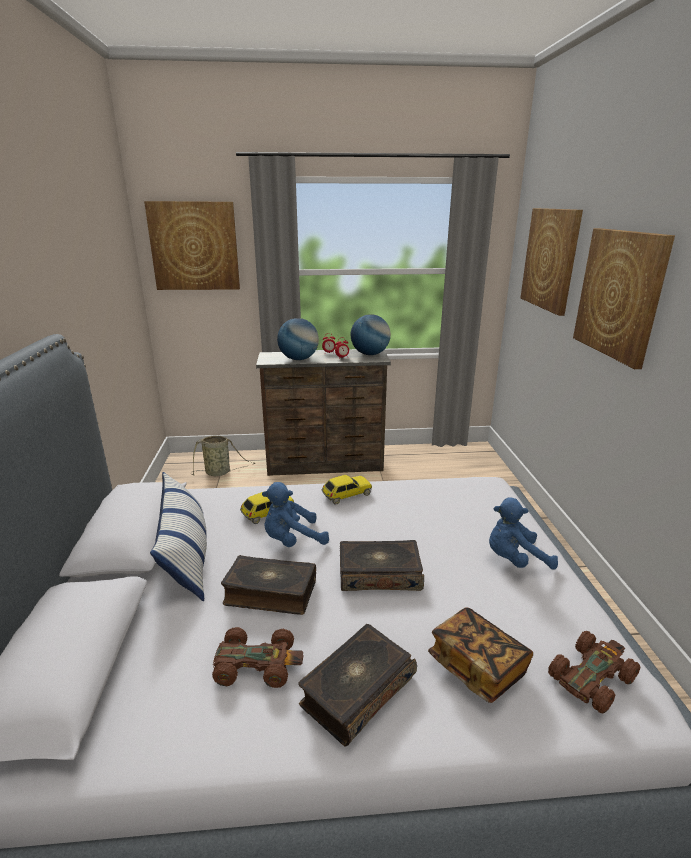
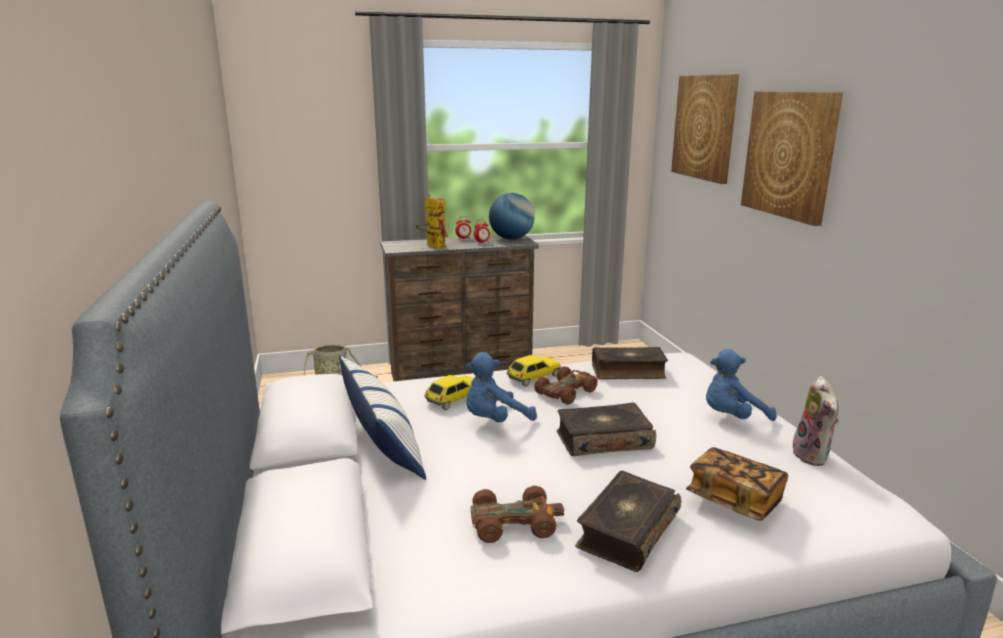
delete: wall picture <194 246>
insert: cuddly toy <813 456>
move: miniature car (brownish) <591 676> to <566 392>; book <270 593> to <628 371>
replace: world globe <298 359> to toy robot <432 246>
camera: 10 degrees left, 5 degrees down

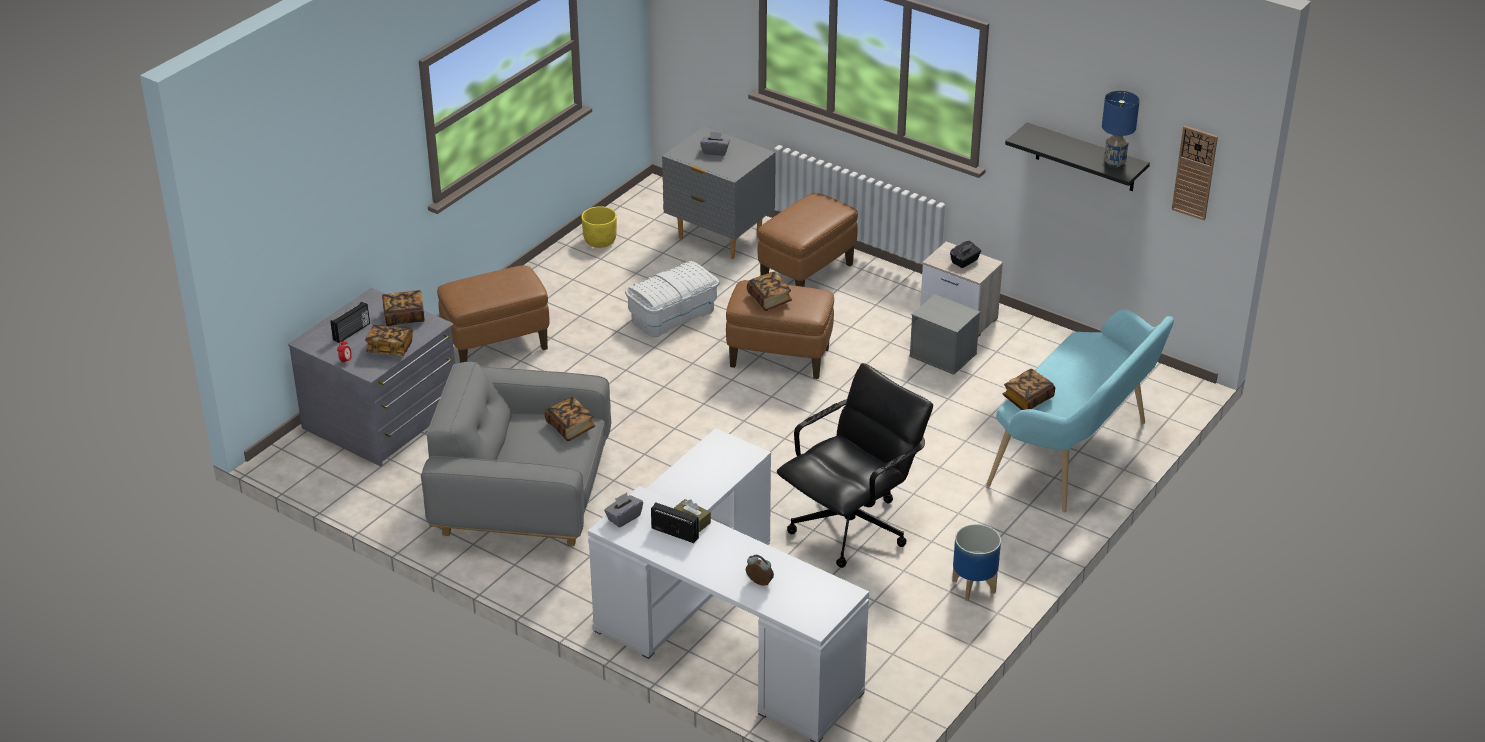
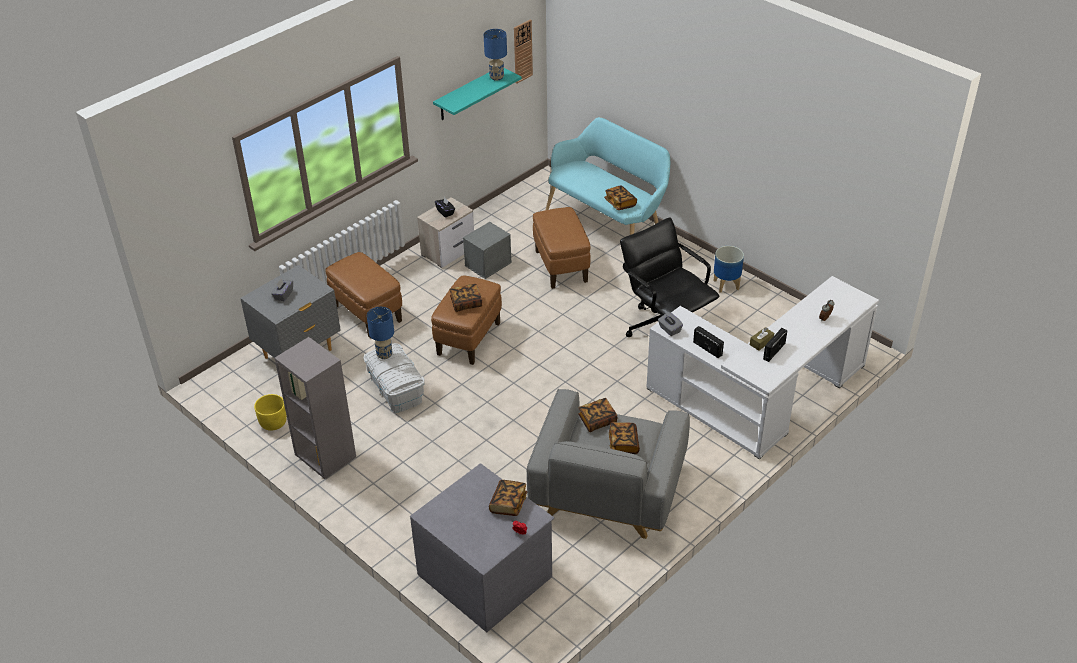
insert: shelving unit (grey) <324 456>; table lamp (blue) <384 355>
move: ottoman (brownish) <496 346> to <561 267>; book <404 316> to <623 444>; box of tissues (grey) <623 518> to <669 329>; radio receiver <352 332> to <708 348>
recolor: shelf (black) <1085 158> to shelf (turquoise-coloured) <467 94>
camera: 80 degrees left, 5 degrees up

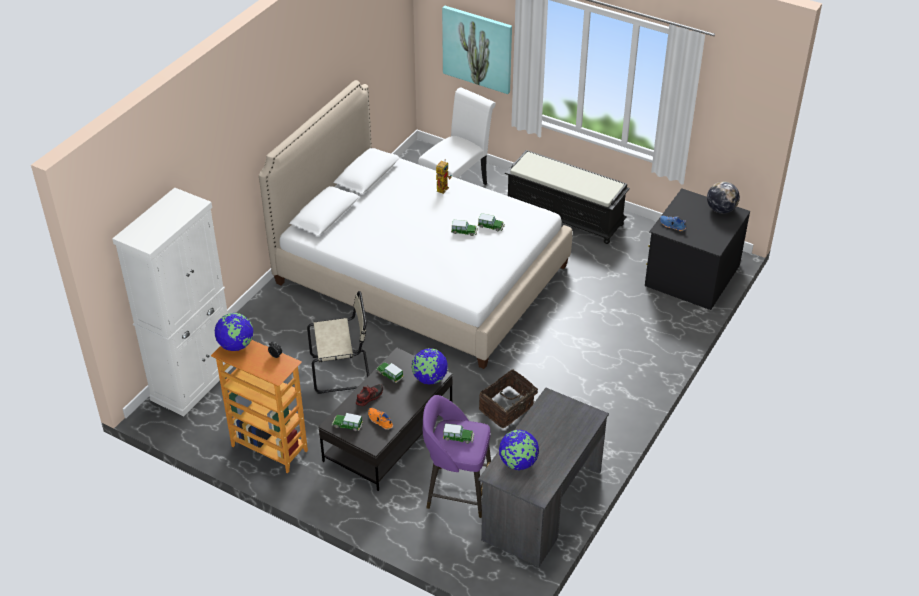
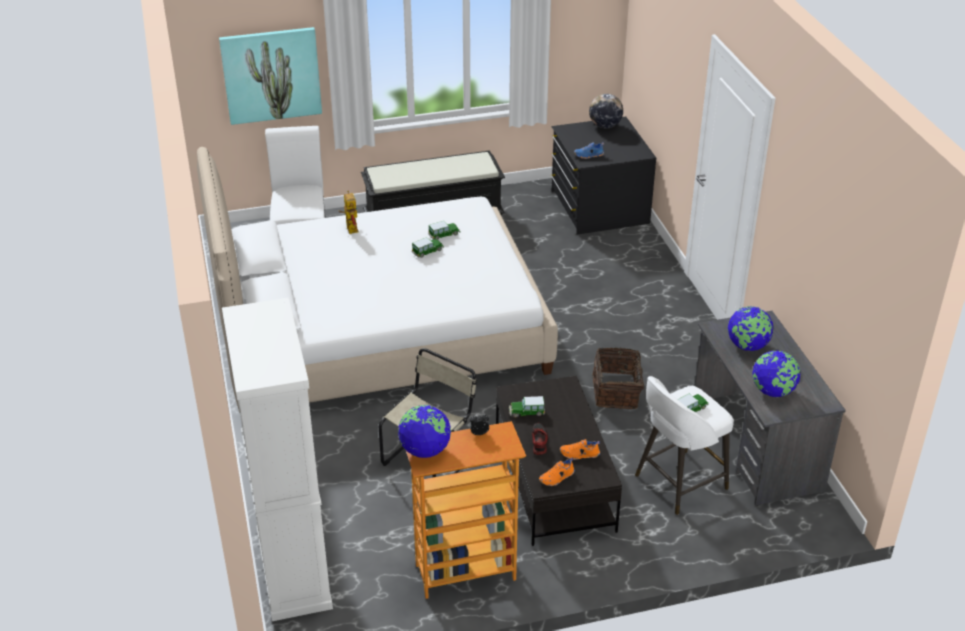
move: world globe <429 379> to <747 346>
replace: miniature car <347 425> to item of footwear (orangey) <557 478>
recolor: stool seat (purplish) <457 491> to stool seat (whitish) <678 483>
camera: 45 degrees left, 5 degrees down

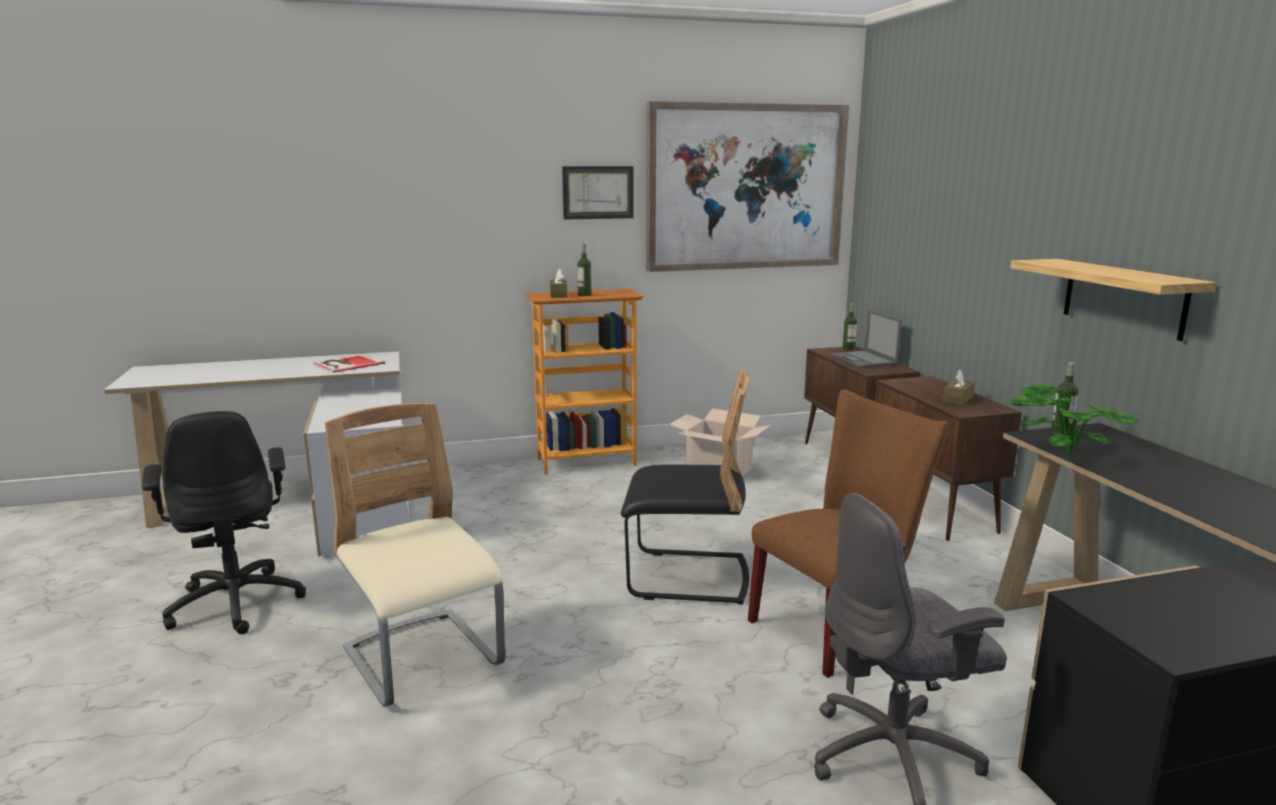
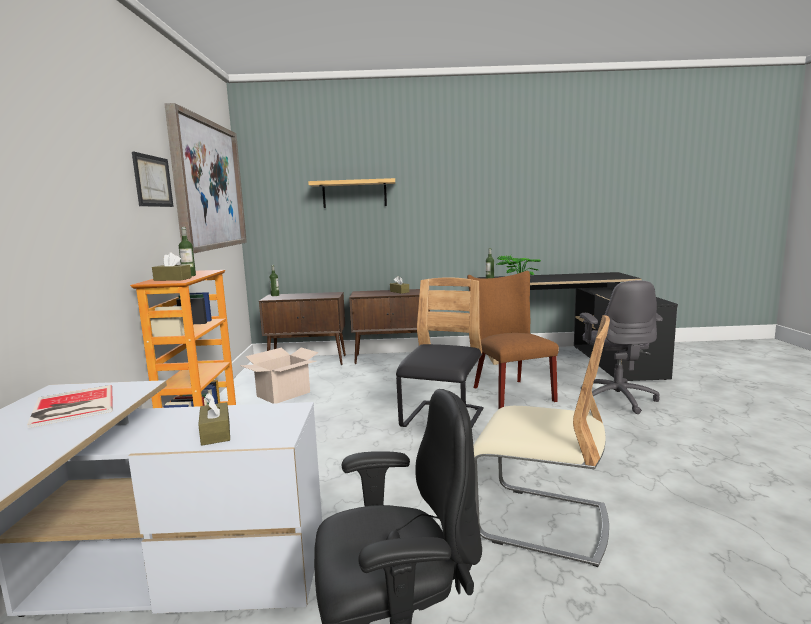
delete: notebook computer <864 360>
insert: box of tissues (brownish) <216 433>
move: shelf <1123 298> to <354 194>
rotate: chair (beige) <423 659> = <542 522> 135 degrees counterclockwise
camera: 75 degrees left, 5 degrees down

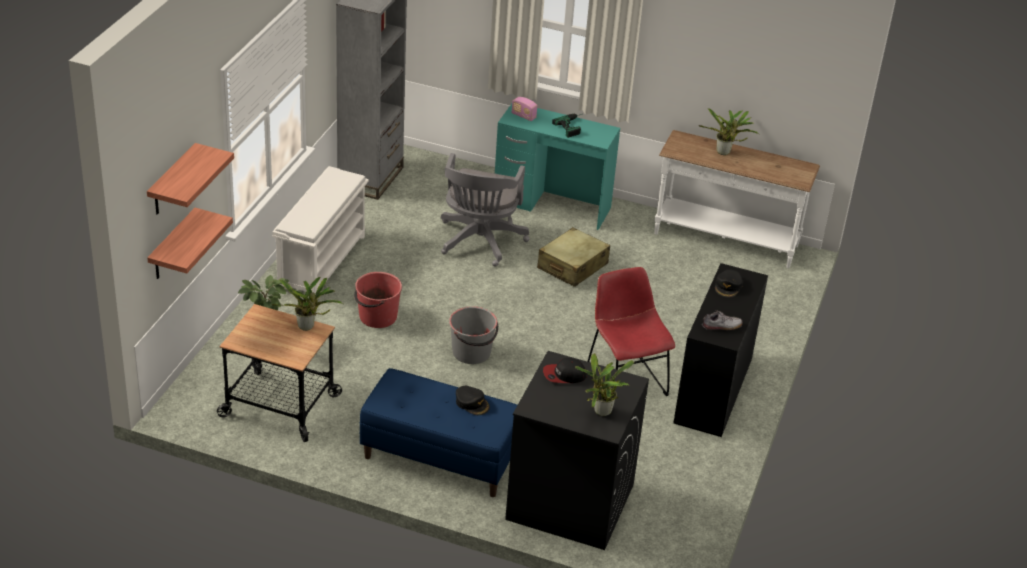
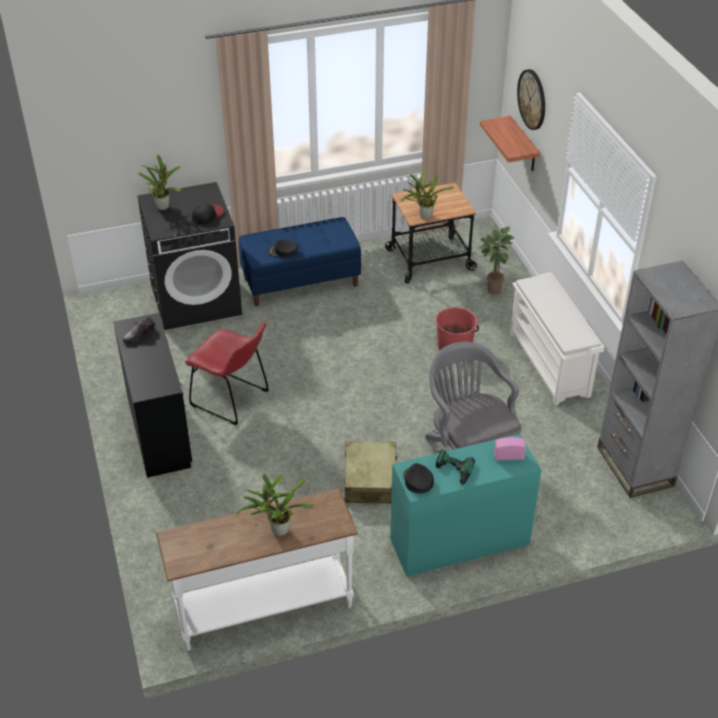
delete: pail (grey) <472 352>
move: peaked cap (black) <728 286> to <418 481>
replace: shelf <172 181> to clock on the wall <532 99>
camera: 145 degrees right, 5 degrees up

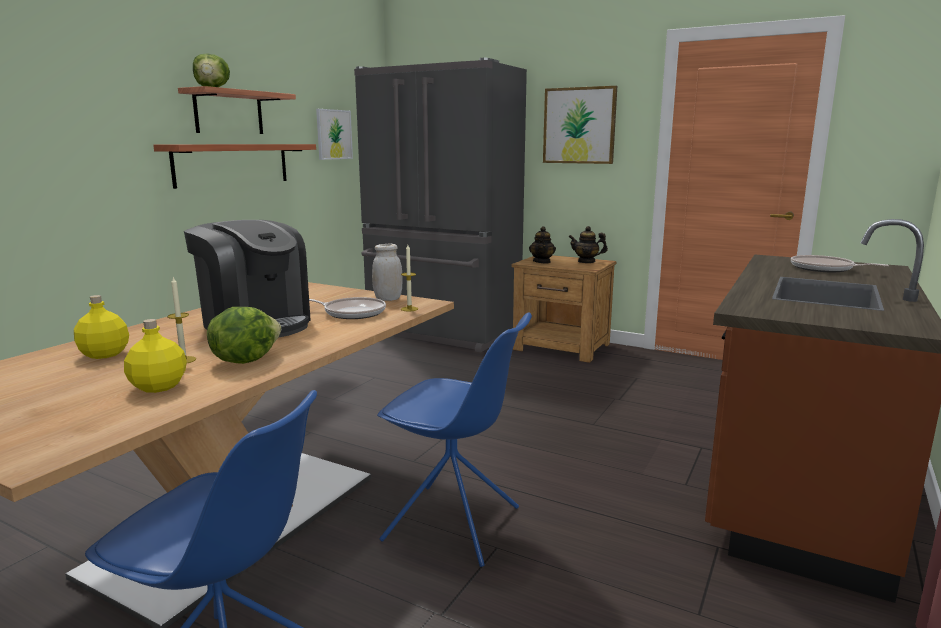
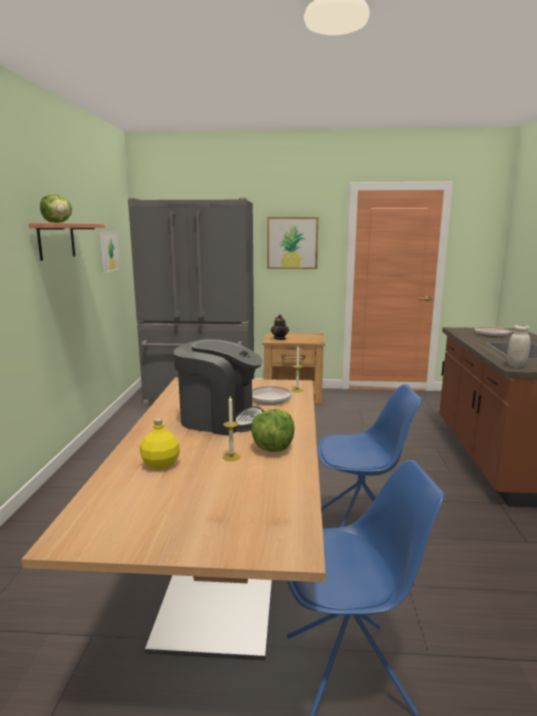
delete: drink bottle (yellow-coloured) <157 387>; shelf <232 164>; pot for tea <586 261>
move: jar (whitish) <388 299> to <516 365>
camera: 25 degrees left, 0 degrees up

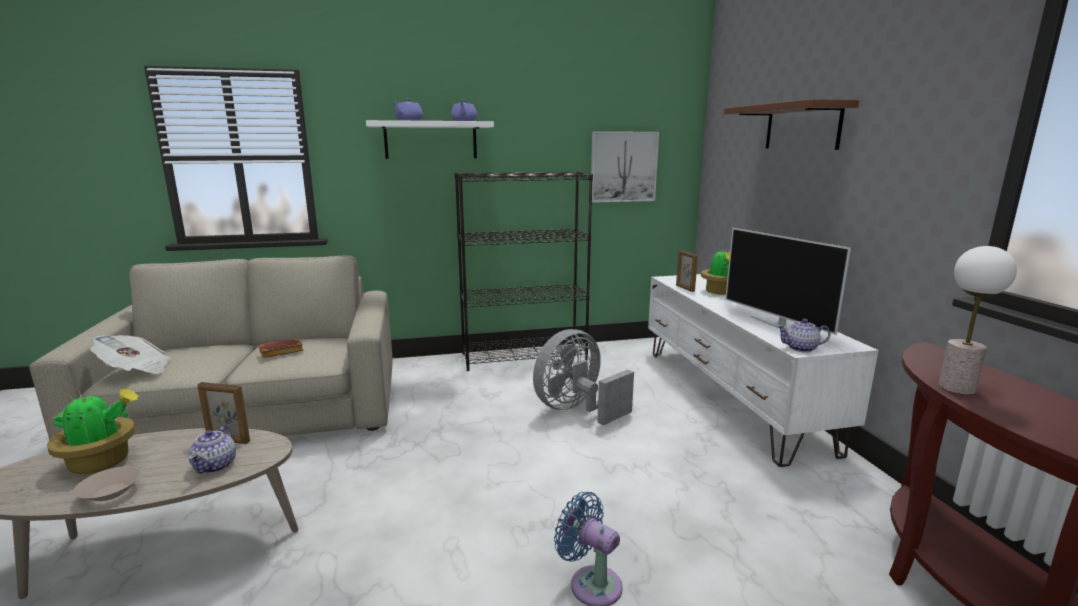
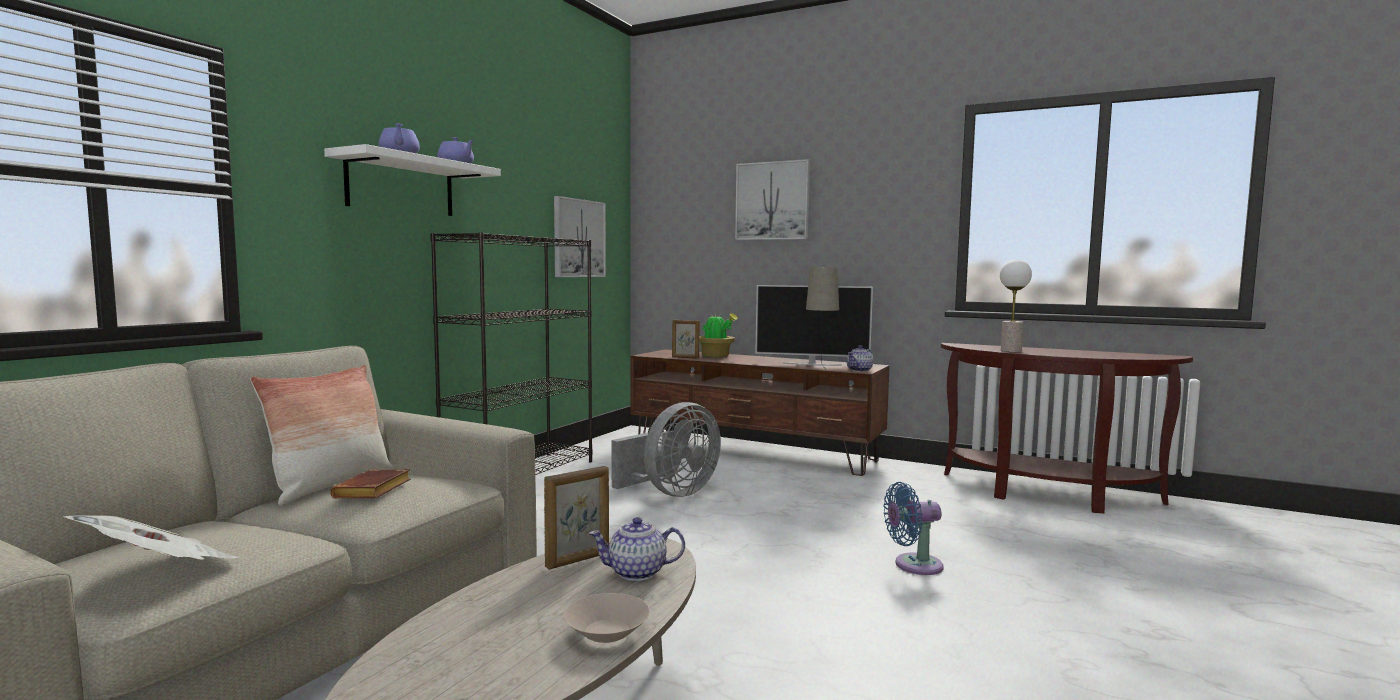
delete: houseplant <102 462>
insert: pillow <331 486>; table lamp (beige) <820 368>
replace: shelf (brownish) <802 127> to wall picture <772 201>
recolor: tv unit (whitish) <731 396> to tv unit (brownish) <754 452>
rotate: pot for tea <216 465> = <638 572> 135 degrees clockwise; fan (grey) <577 410> = <672 493> 135 degrees counterclockwise
camera: 50 degrees left, 10 degrees down

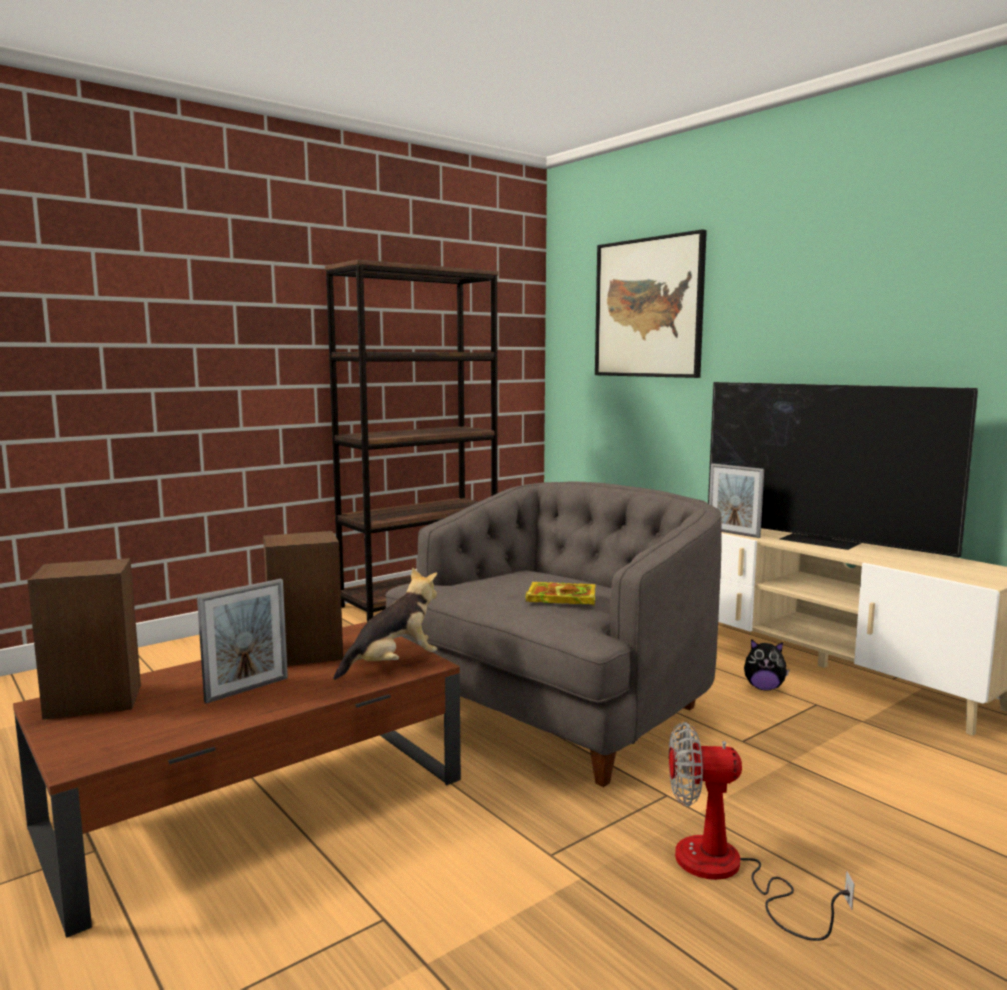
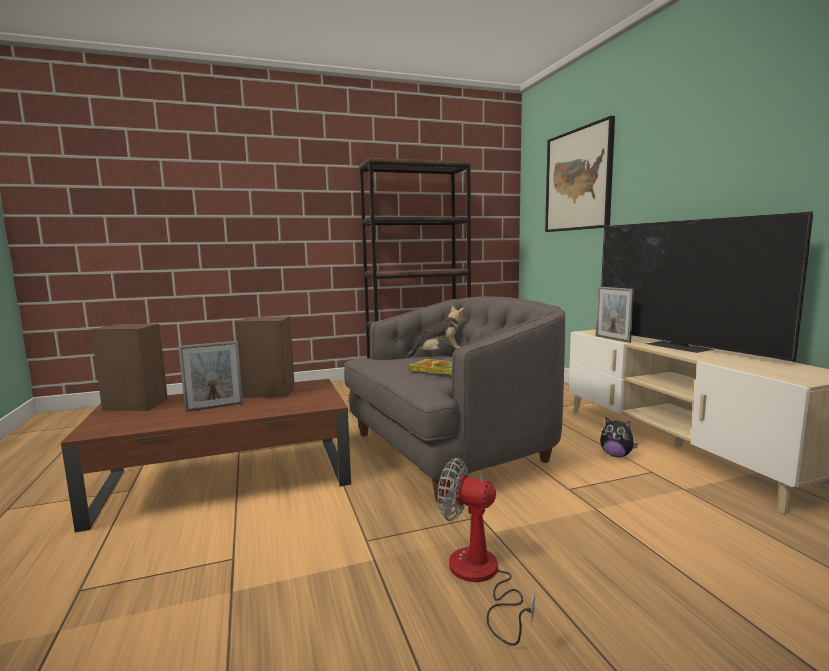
move: cuddly toy <393 665> to <439 355>
camera: 20 degrees right, 0 degrees up

